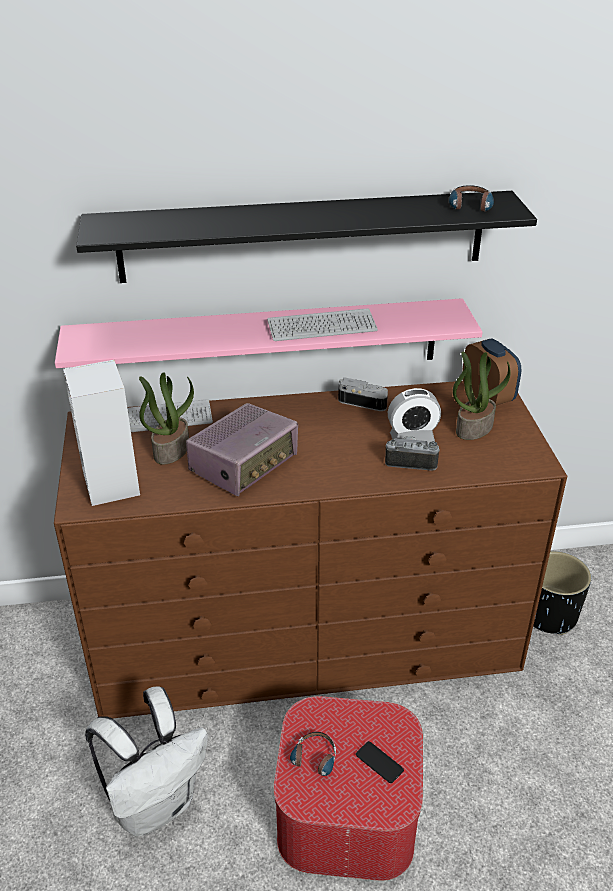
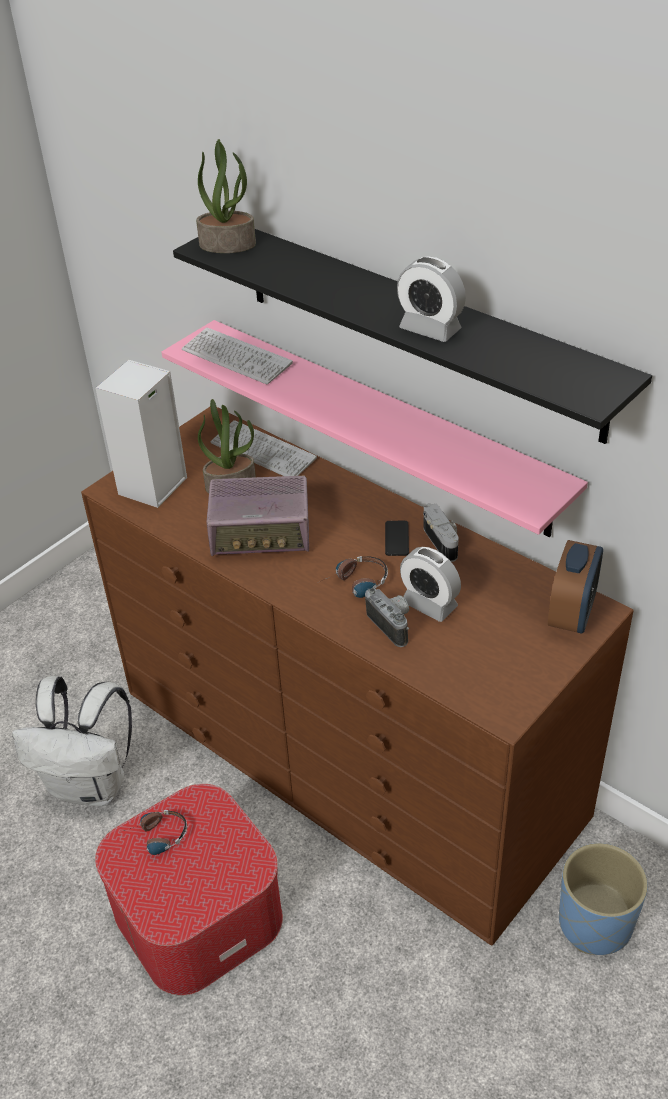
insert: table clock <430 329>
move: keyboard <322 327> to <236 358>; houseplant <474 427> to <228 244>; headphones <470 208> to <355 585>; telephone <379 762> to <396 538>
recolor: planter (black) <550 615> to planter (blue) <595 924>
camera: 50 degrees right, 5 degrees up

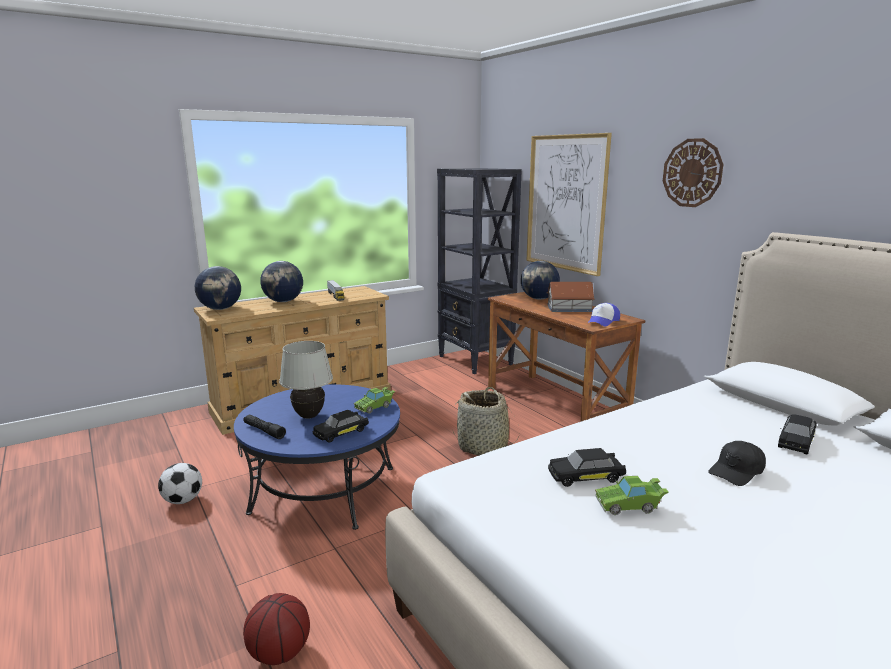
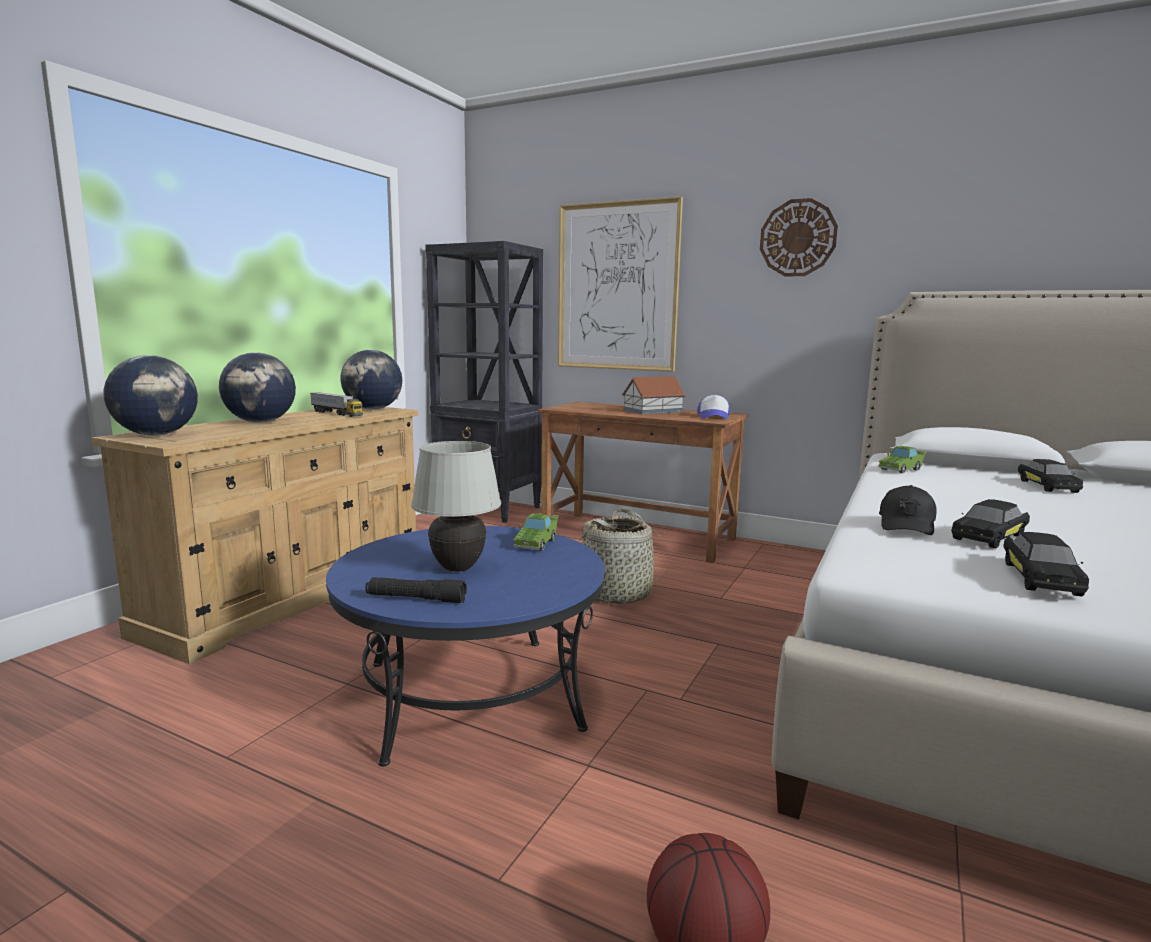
delete: football ball <183 500>
move: world globe <539 299> to <373 409>; miniature car (green) <629 506> to <901 469>; peaked cap (black) <737 471> to <907 524>; miniature car (black) <341 432> to <1040 578>
camera: 30 degrees left, 5 degrees down

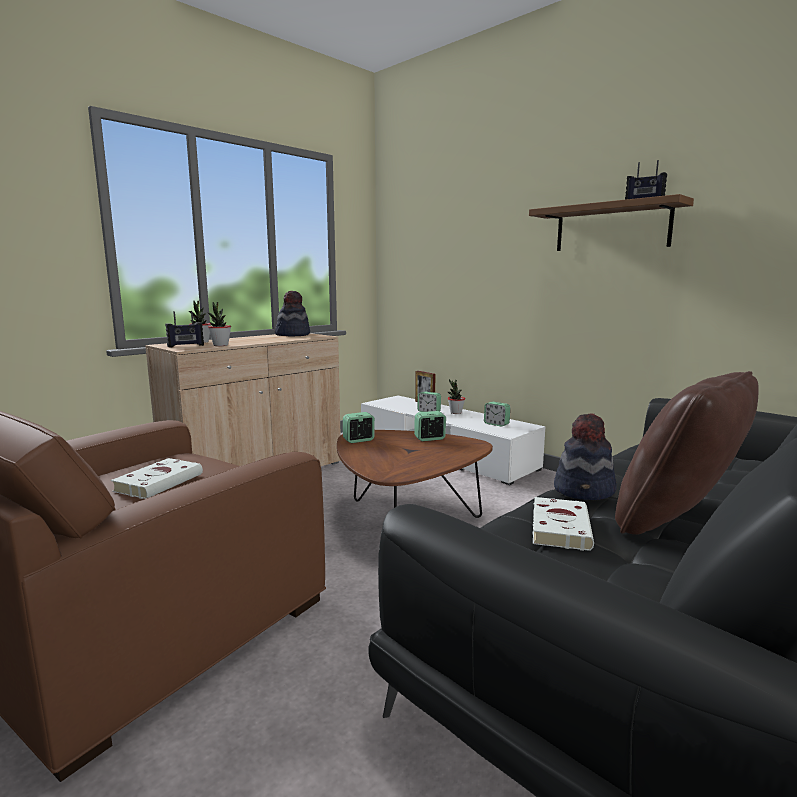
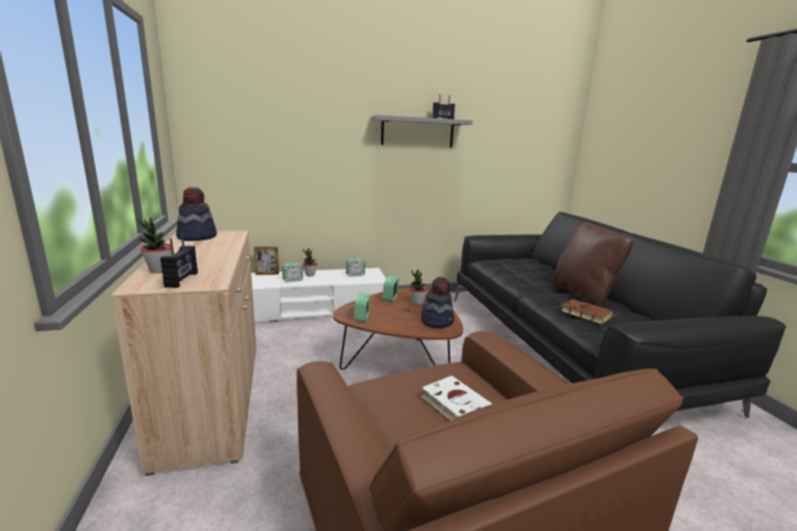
move: houseplant <220 345> to <417 302>; clothing hat <585 490> to <437 321>
recolor: shelf (brownish) <611 227> to shelf (grey) <417 132>; book (whitish) <559 527> to book (brownish) <584 314>
camera: 60 degrees left, 5 degrees up

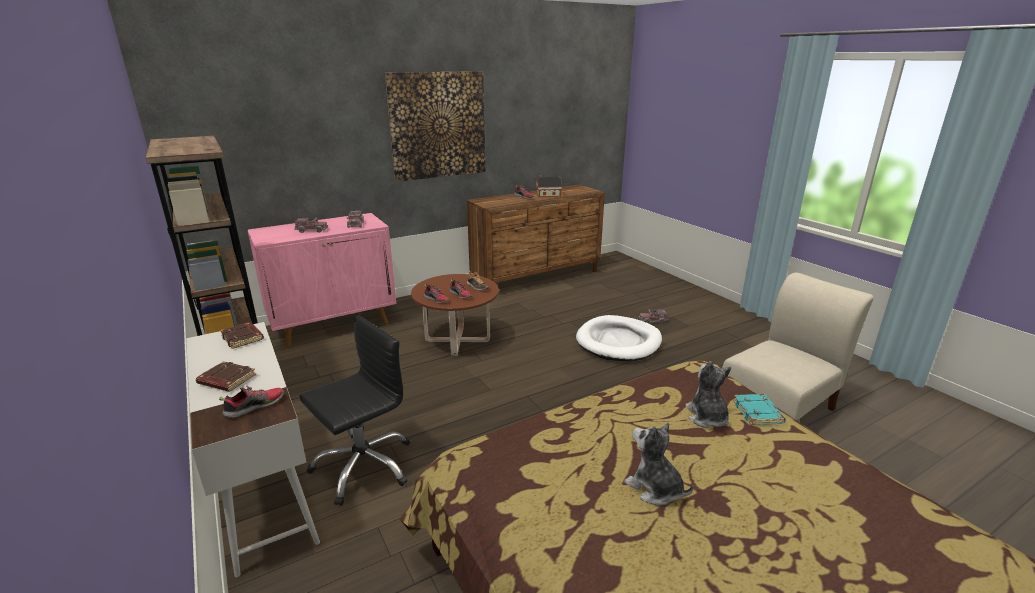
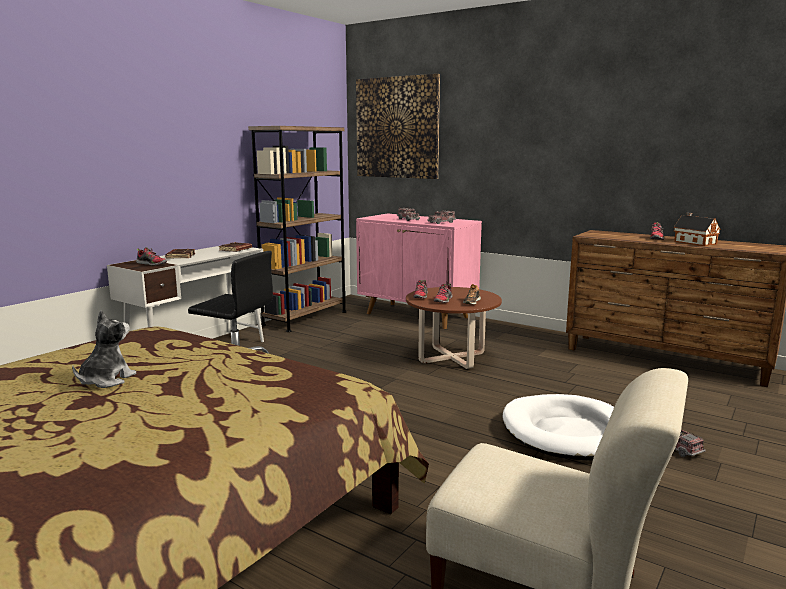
delete: cuddly toy <707 417>; book (turquoise-coloured) <758 413>
move: wall picture <438 125> to <397 128>
camera: 65 degrees right, 10 degrees down

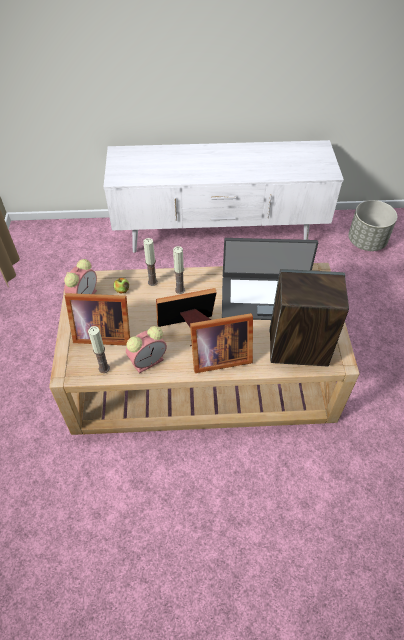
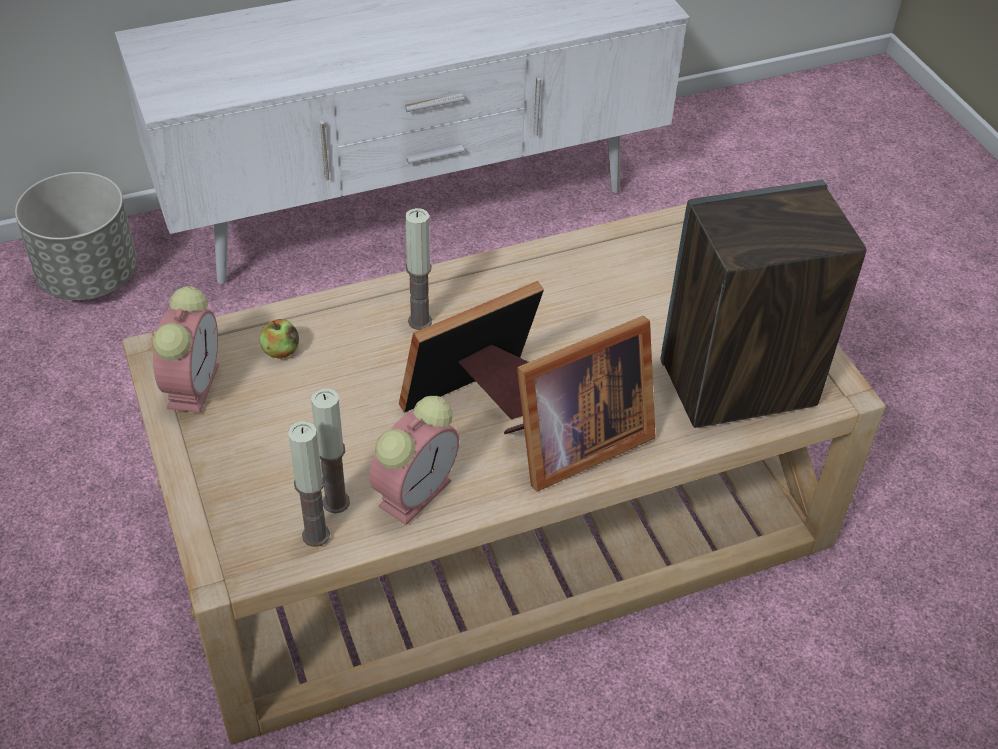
delete: photo frame <101 333>; notebook computer <266 297>
move: planter (grey) <366 242> to <88 277>; wax light <152 282> to <336 502>
camera: 20 degrees left, 5 degrees down

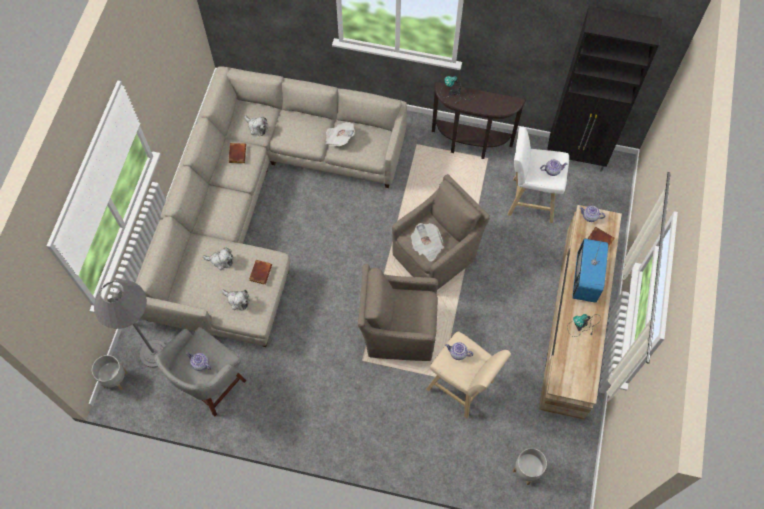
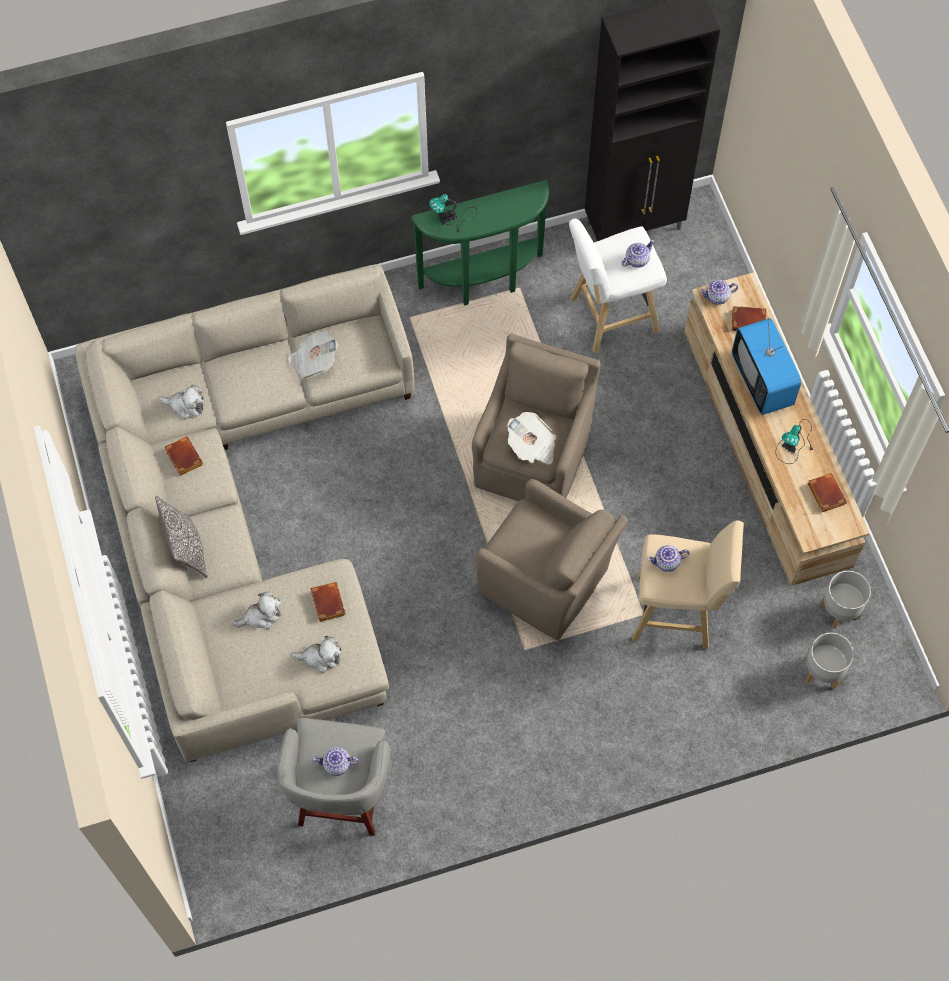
delete: standard lamp (grey) <154 353>
insert: pillow <187 549>; book (brownish) <824 493>
move: planter (grey) <115 379> to <839 611>
recolor: console table (brownish) <470 146> to console table (green) <485 282>
rotate: lounge chair (brownish) <398 330> = <546 584> 120 degrees counterclockwise
camera: 30 degrees left, 0 degrees up

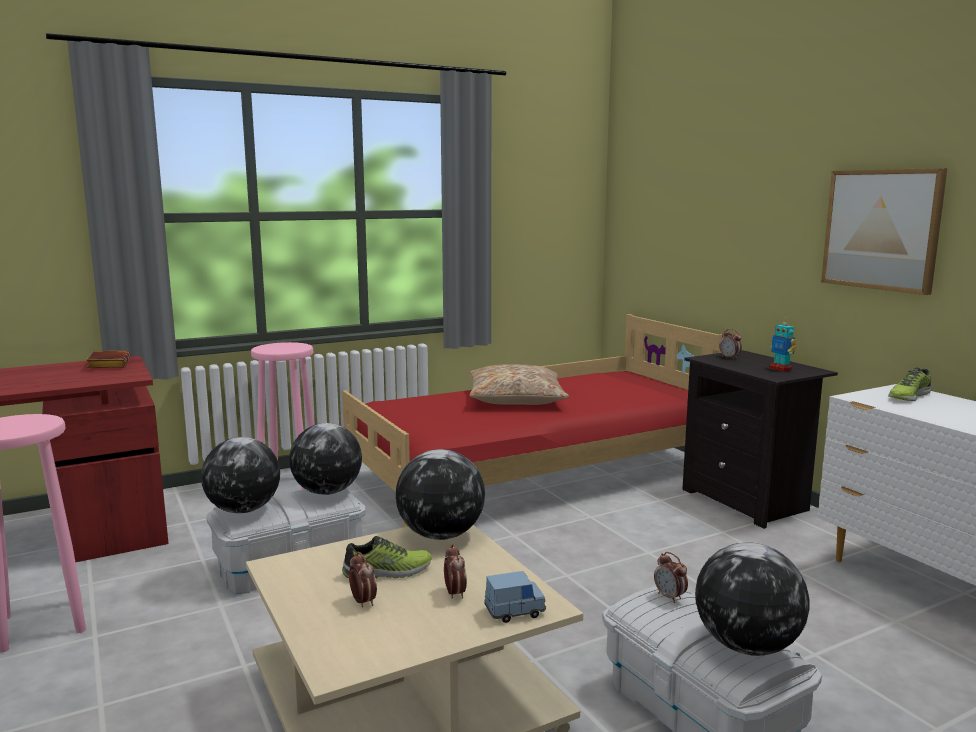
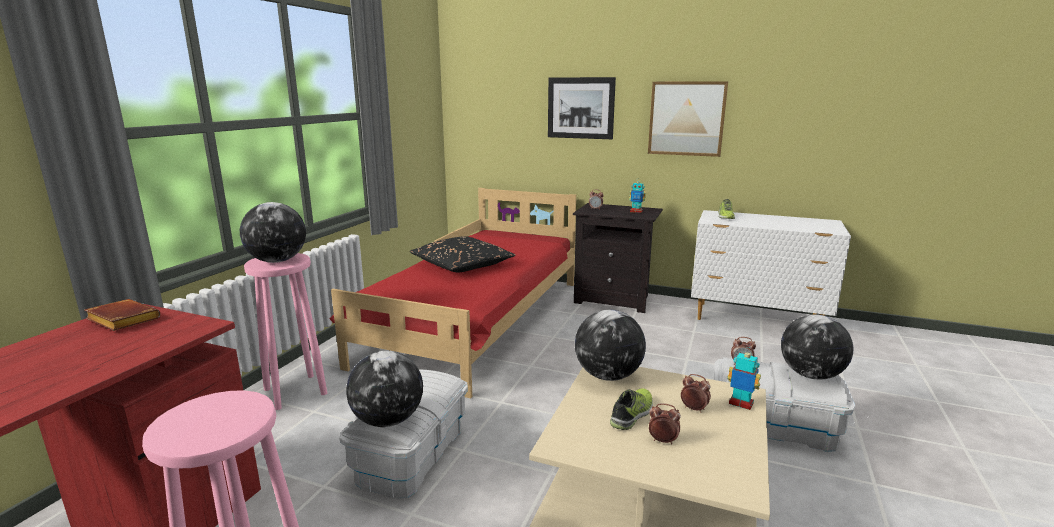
insert: wall picture <580 108>
move: world globe <327 491> to <277 261>
replace: miniature car (blue) <514 611> to toy robot <740 404>
recolor: pillow (beige) <516 398> to pillow (black) <462 265>
camera: 40 degrees left, 5 degrees up

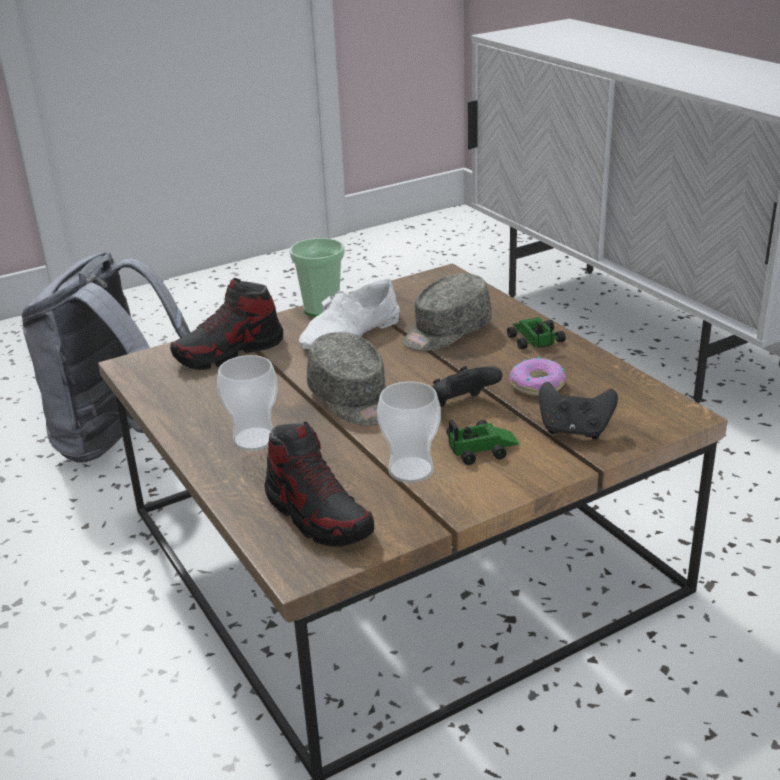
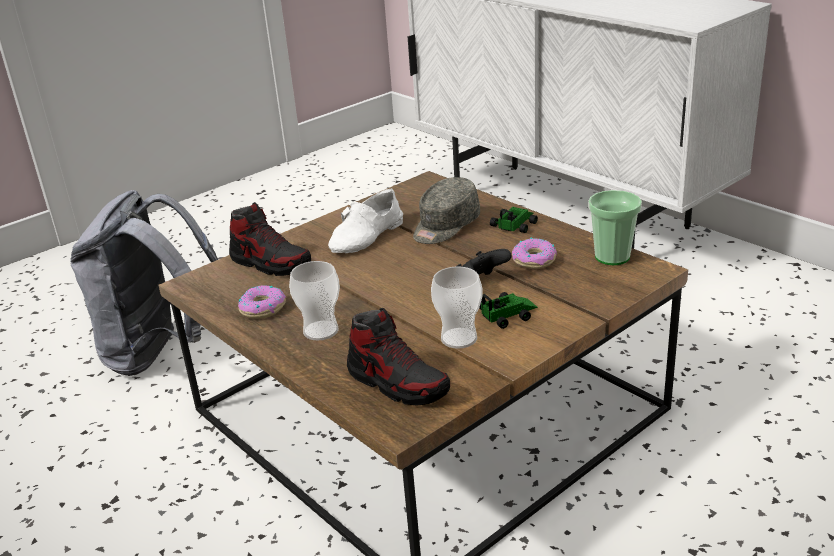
delete: peaked cap (grey) <353 399>; gamepad (black) <574 431>
insert: donut <262 308>
move: drinking cup <321 309> to <612 257>
rotate: item of footwear <230 352> = <271 263> 105 degrees counterclockwise; miniature car <533 336> = <516 222> 60 degrees clockwise
camera: 10 degrees left, 0 degrees up

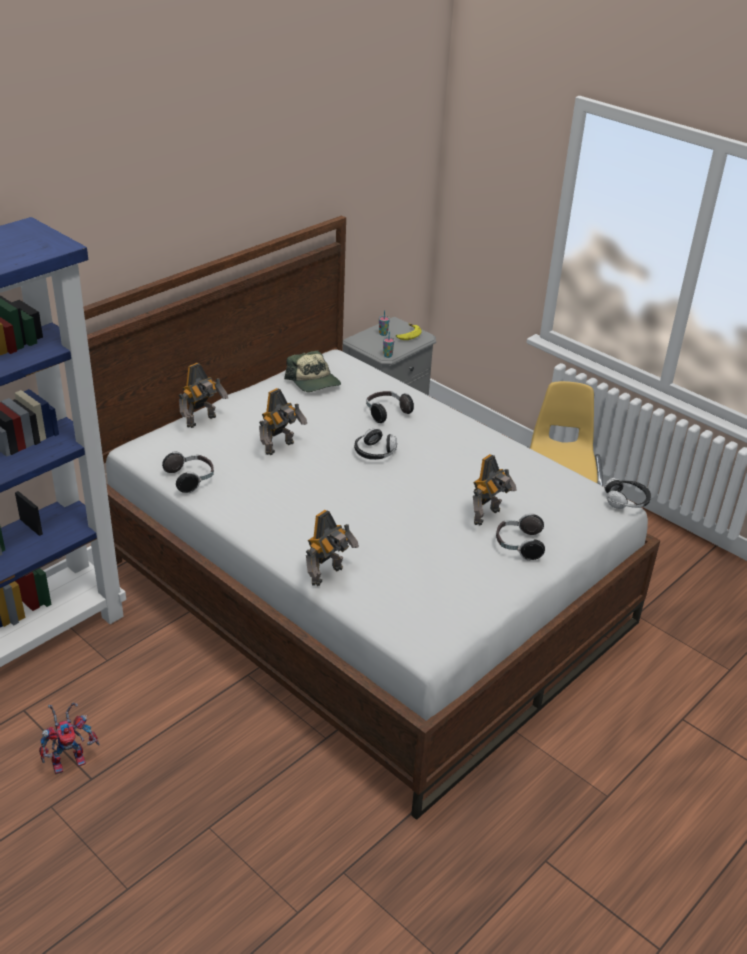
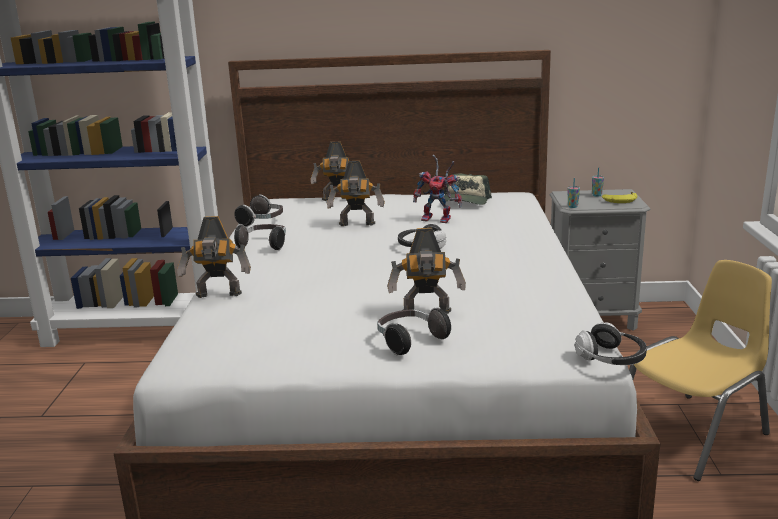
move: headphones <386 413> to <264 245>; toy robot <71 759> to <439 219>
camera: 50 degrees right, 15 degrees down

